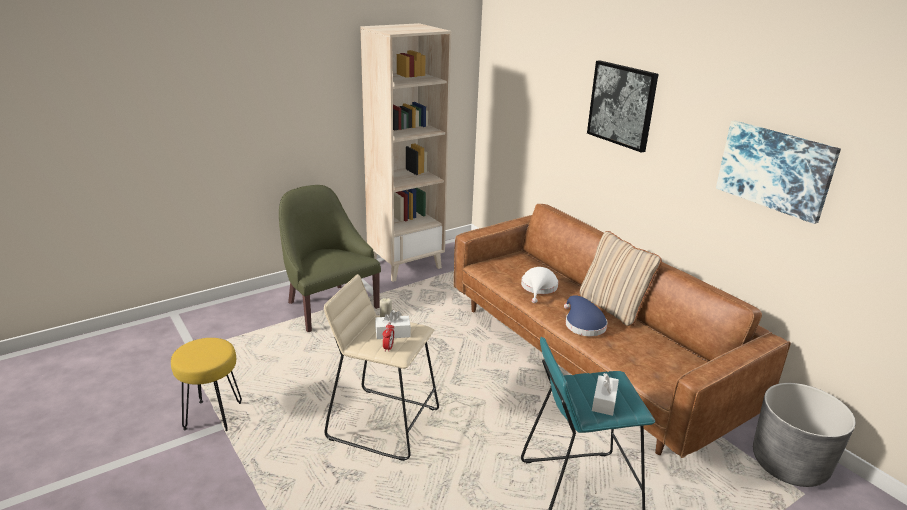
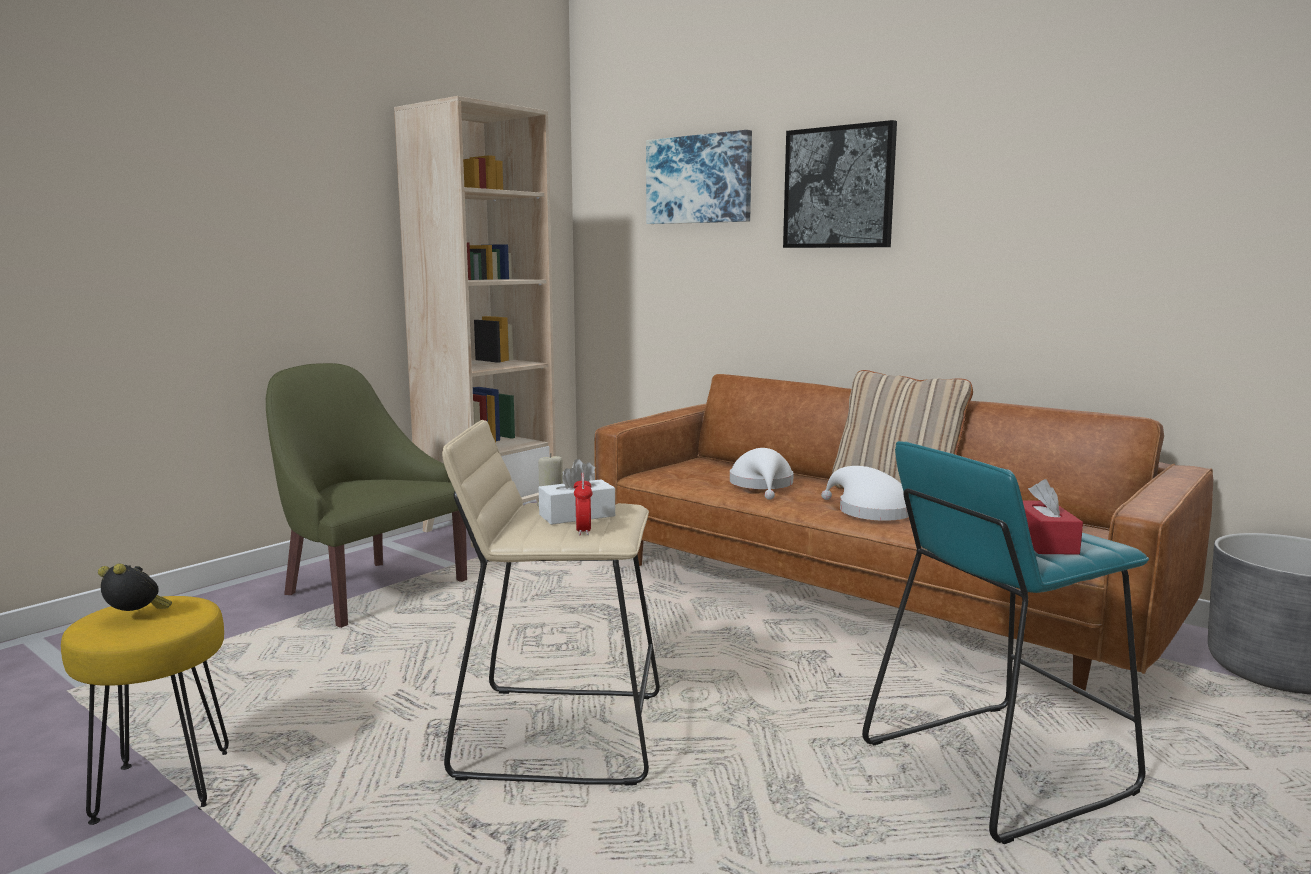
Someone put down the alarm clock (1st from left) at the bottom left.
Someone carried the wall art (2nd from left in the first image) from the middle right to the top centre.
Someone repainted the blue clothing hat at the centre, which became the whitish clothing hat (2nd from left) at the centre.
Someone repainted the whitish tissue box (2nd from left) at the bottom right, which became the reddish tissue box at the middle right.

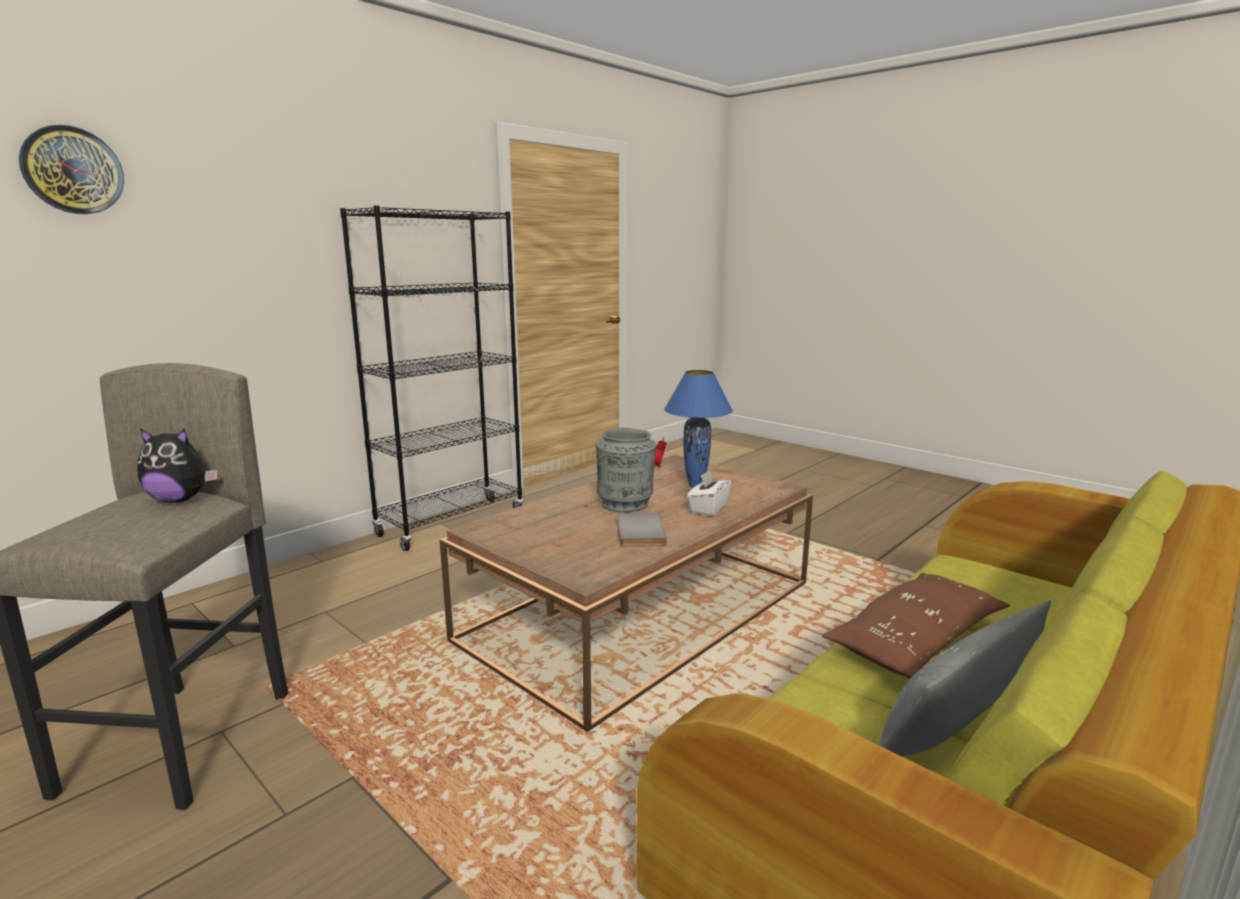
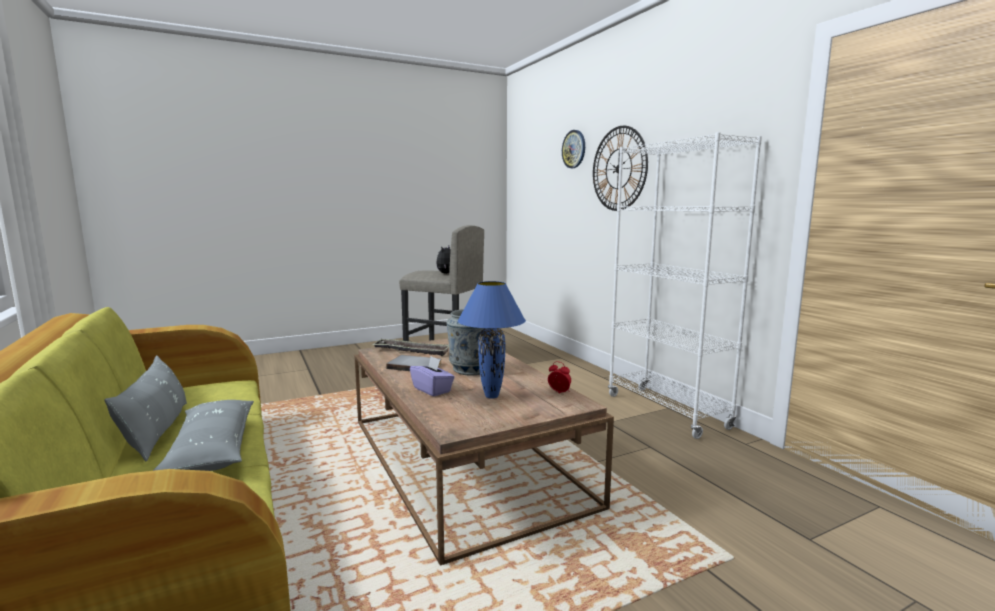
Someone put down the carrying tray at the centre.
Someone put up the hanging clock (2nd from left) at the top centre.
Someone repainted the blackish shelving unit at the centre, which became the whitish shelving unit at the middle right.
Someone repainted the whitish tissue box at the centre, which became the purple tissue box at the centre.
Someone repainted the brown-coloured throw pillow at the bottom right, which became the grey throw pillow (2nd from left) at the bottom left.

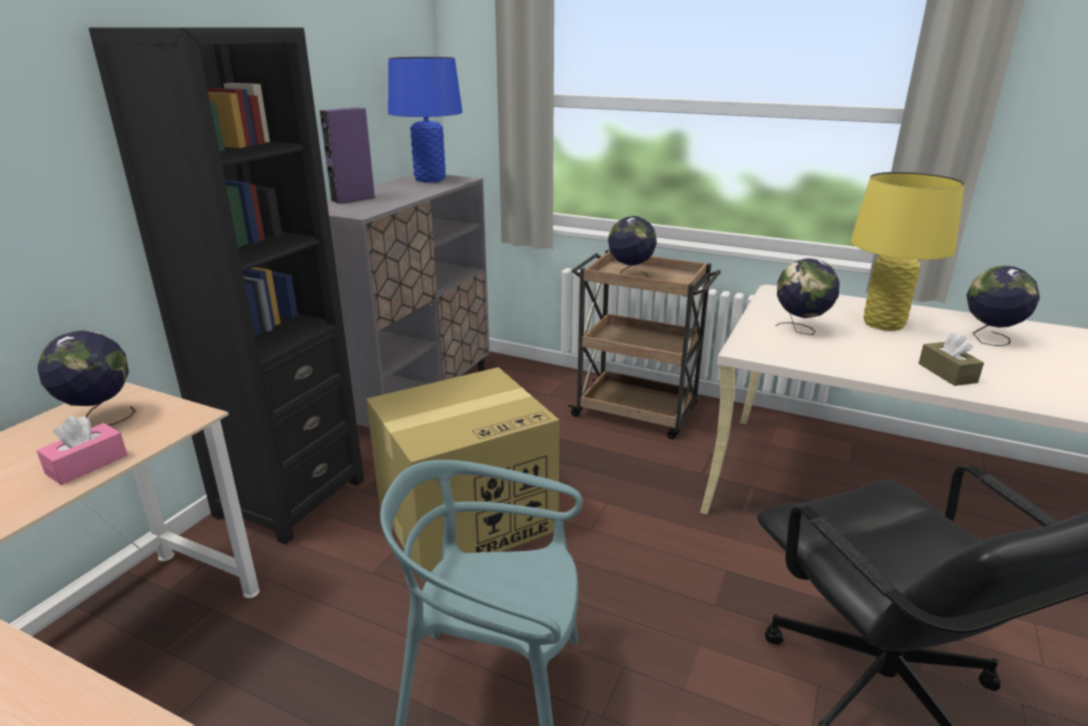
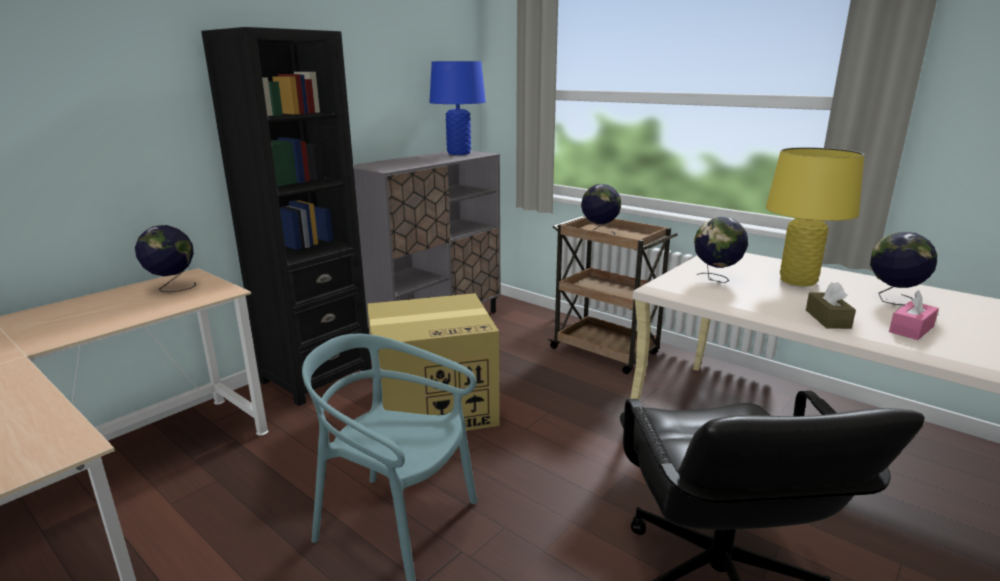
Someone took away the purple speaker at the top left.
Someone carried the pink-coloured tissue box from the middle left to the middle right.

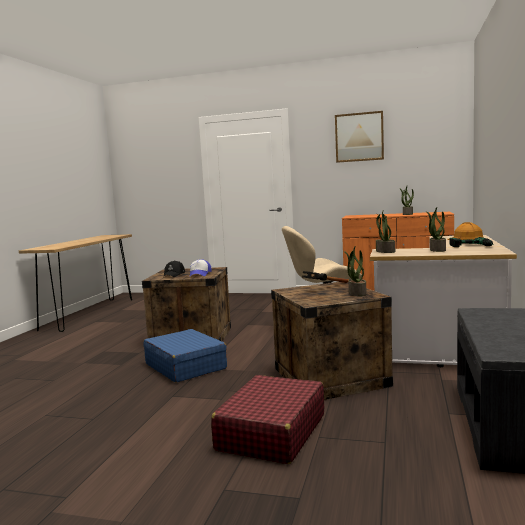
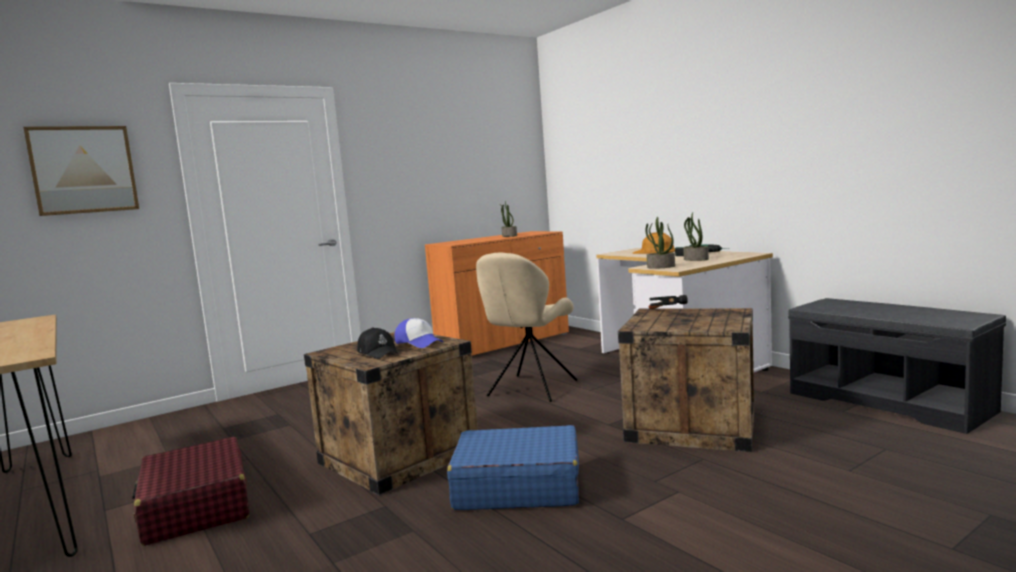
Someone took away the plant in a pot (1st from left) at the middle right.
Someone carried the reddish piece of luggage from the bottom centre to the bottom left.
Someone carried the wall art from the top right to the top left.

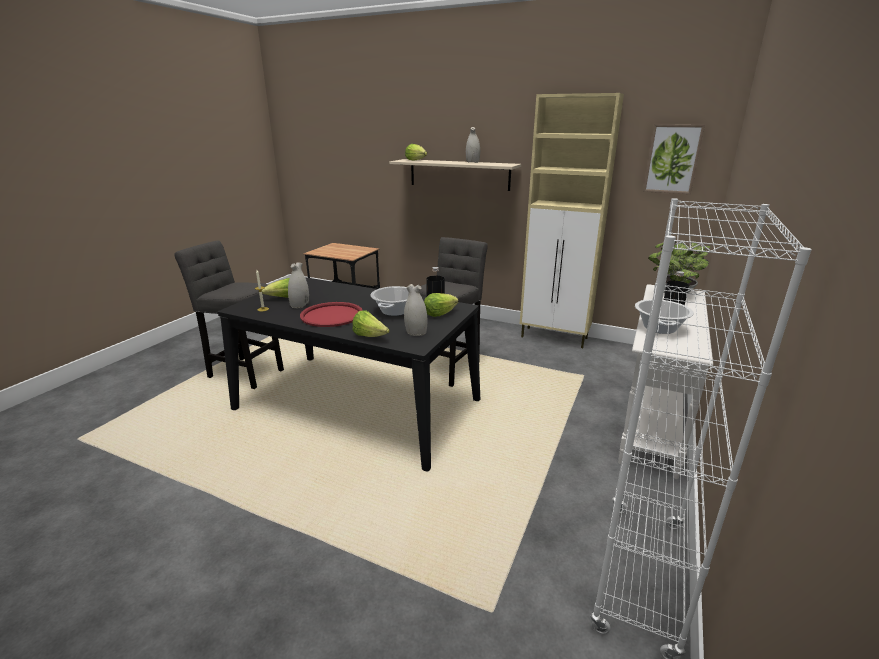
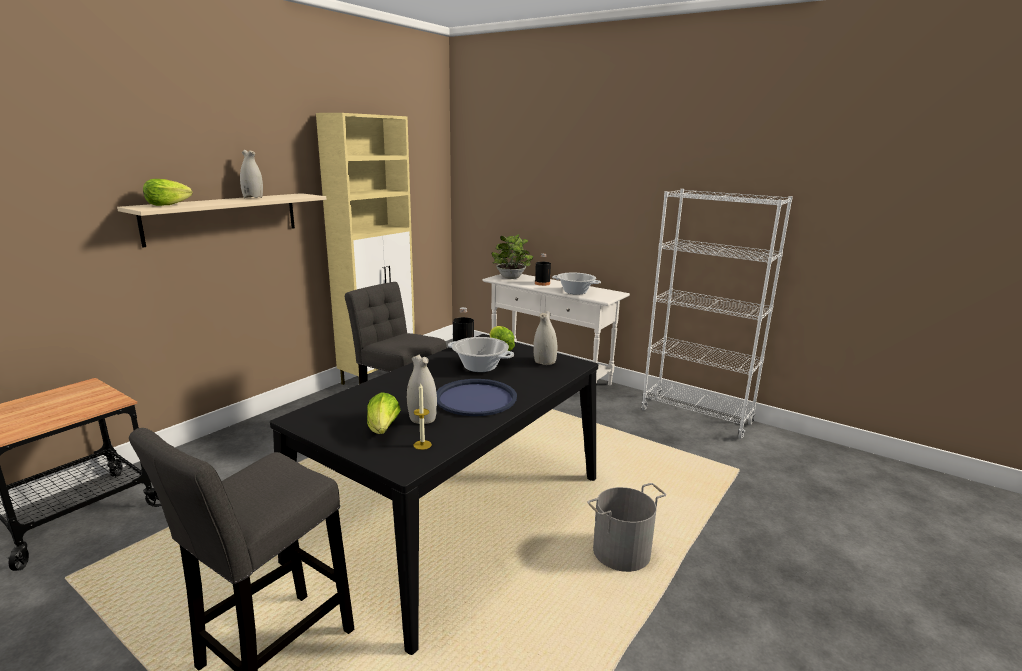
Someone took away the lettuce head (2nd from left) at the centre.
Someone took away the wall art at the top right.
Someone put down the grey pail at the bottom centre.
Someone repainted the reddish carrying tray at the centre, which became the blue carrying tray at the centre.

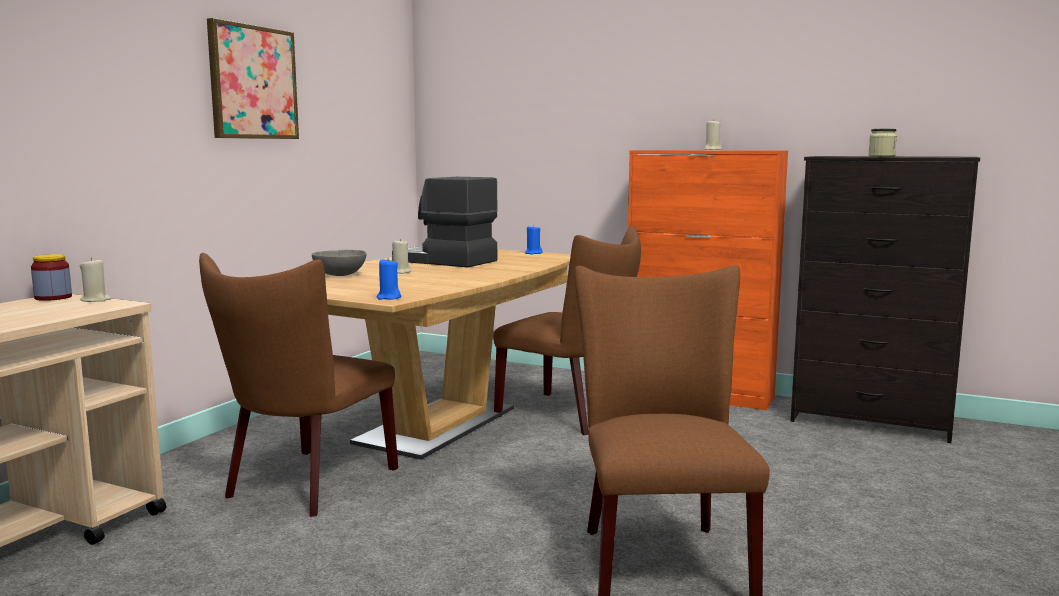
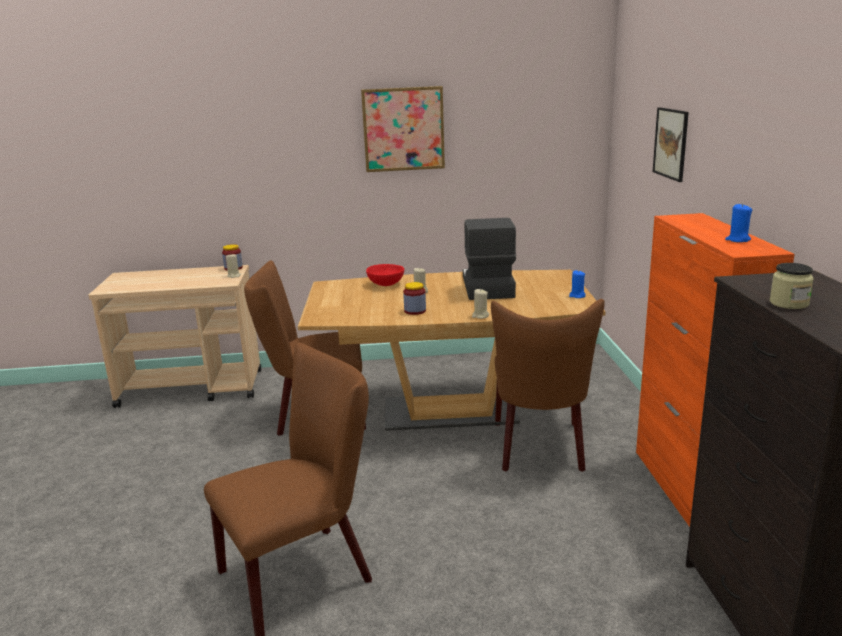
Someone put down the jar (2nd from left) at the centre.
Someone put up the wall art (2nd from left) at the top right.
Someone carried the blue candle (1st from left in the first image) from the centre to the middle right.
Someone carried the beige-coloured candle (3rd from left) from the top right to the centre.
Someone repainted the grey serving bowl at the middle left, which became the reddish serving bowl at the centre.

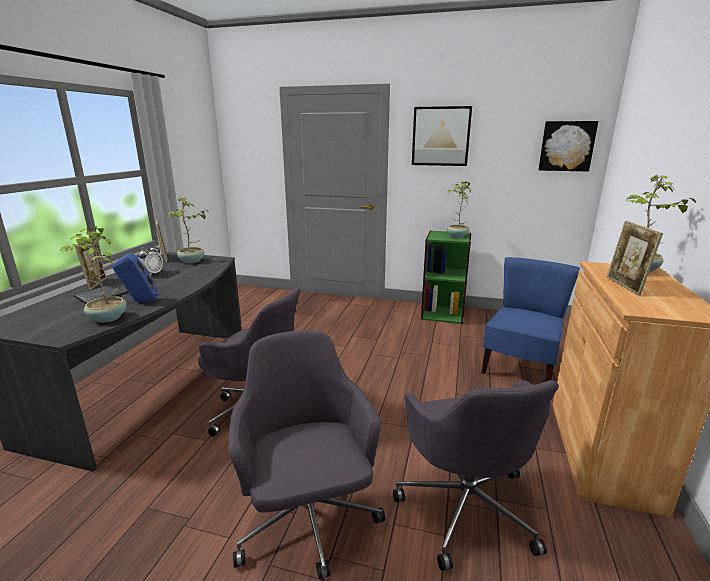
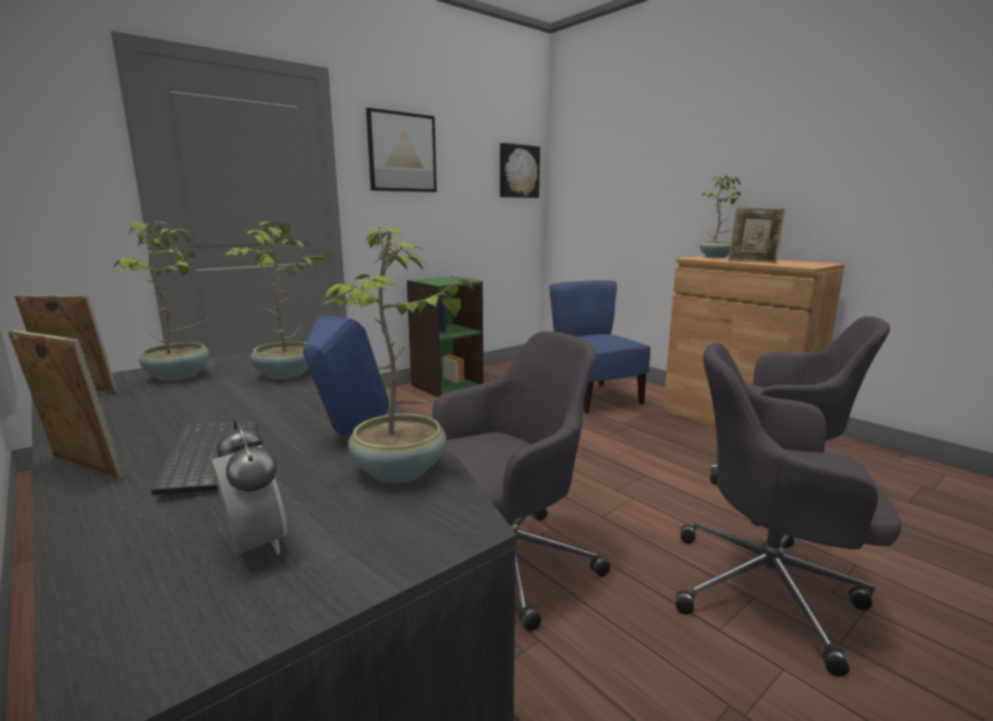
Someone carried the alarm clock from the middle left to the bottom left.
Someone carried the plant in a pot (3rd from left in the first image) from the centre to the middle left.

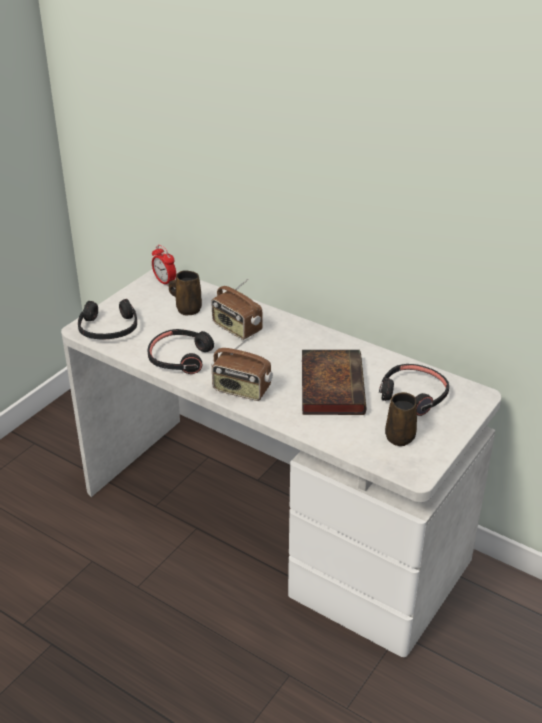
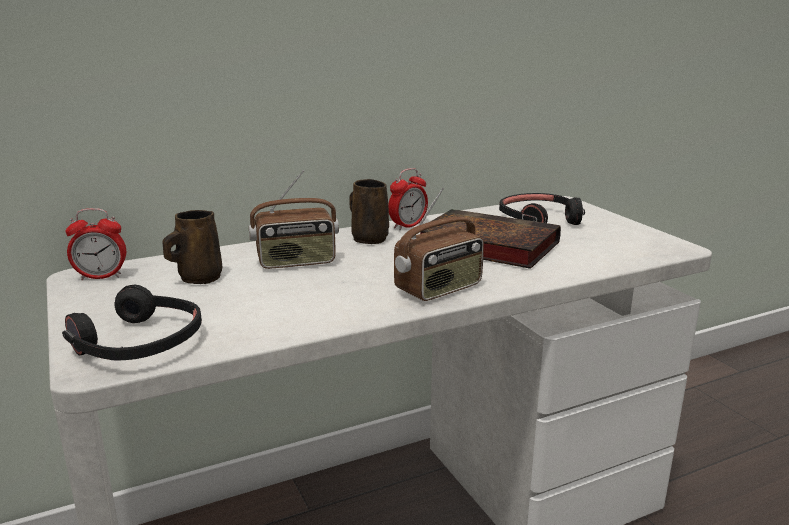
Someone took away the blackish pair of headphones (2nd from left) at the centre.
Someone put down the alarm clock (2nd from left) at the centre.
Someone carried the brown-coloured coffee mug (2nd from left) from the middle right to the centre.

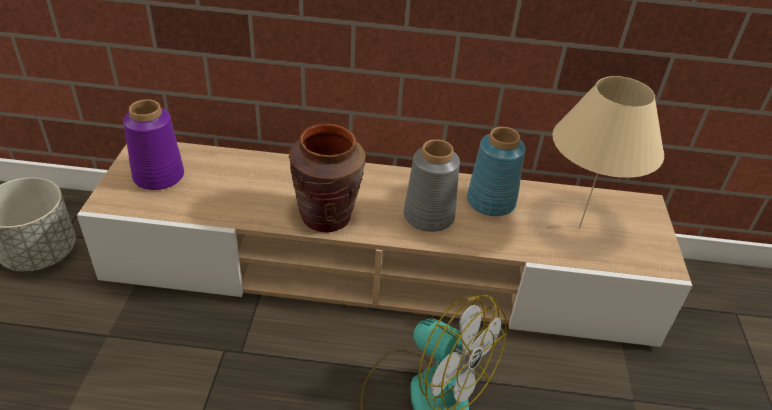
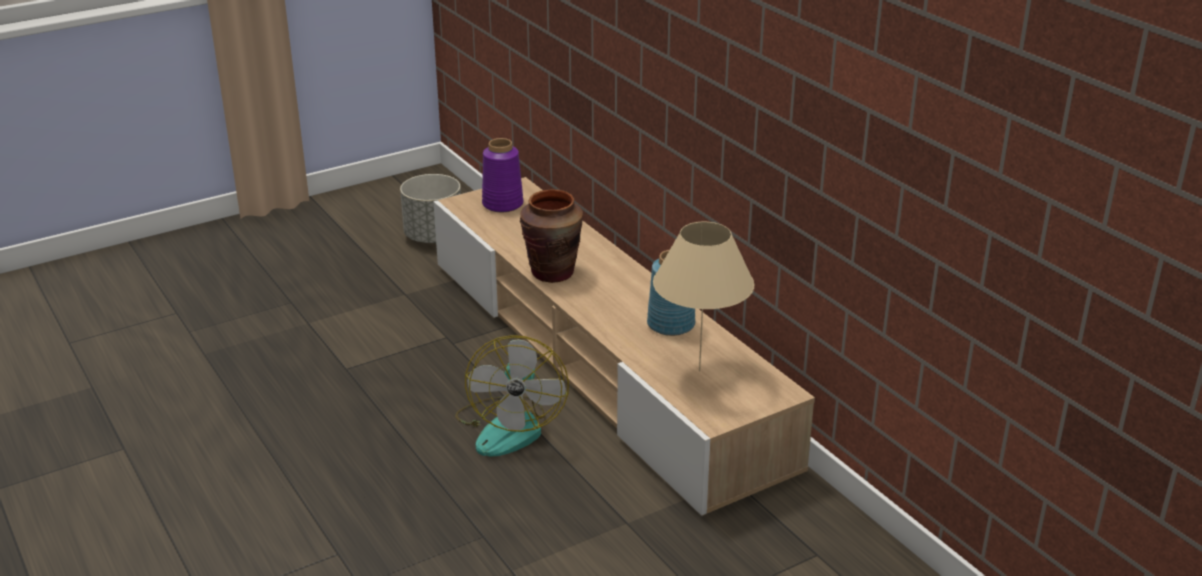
Someone took away the grey vase at the centre.

